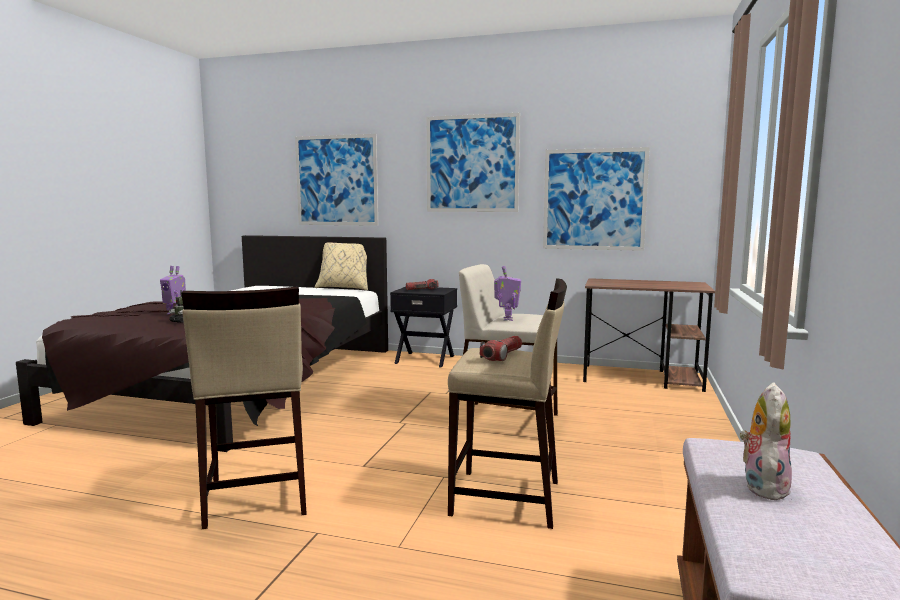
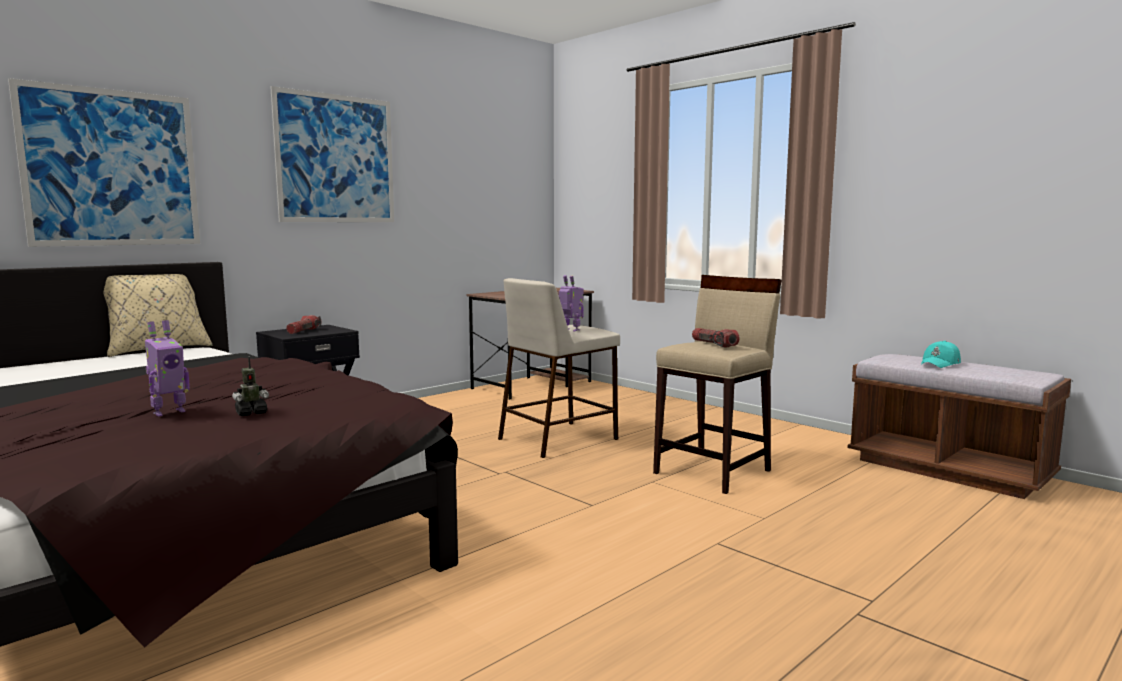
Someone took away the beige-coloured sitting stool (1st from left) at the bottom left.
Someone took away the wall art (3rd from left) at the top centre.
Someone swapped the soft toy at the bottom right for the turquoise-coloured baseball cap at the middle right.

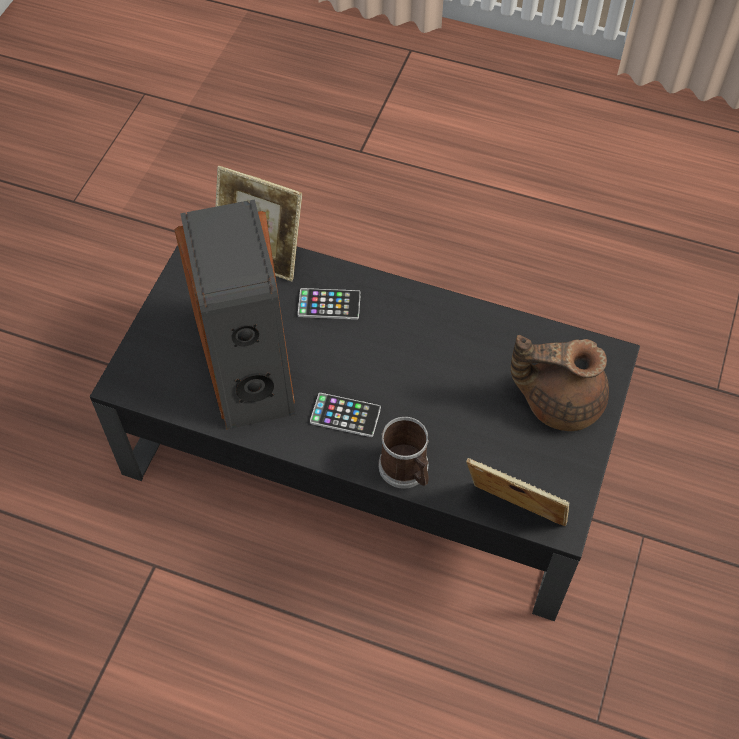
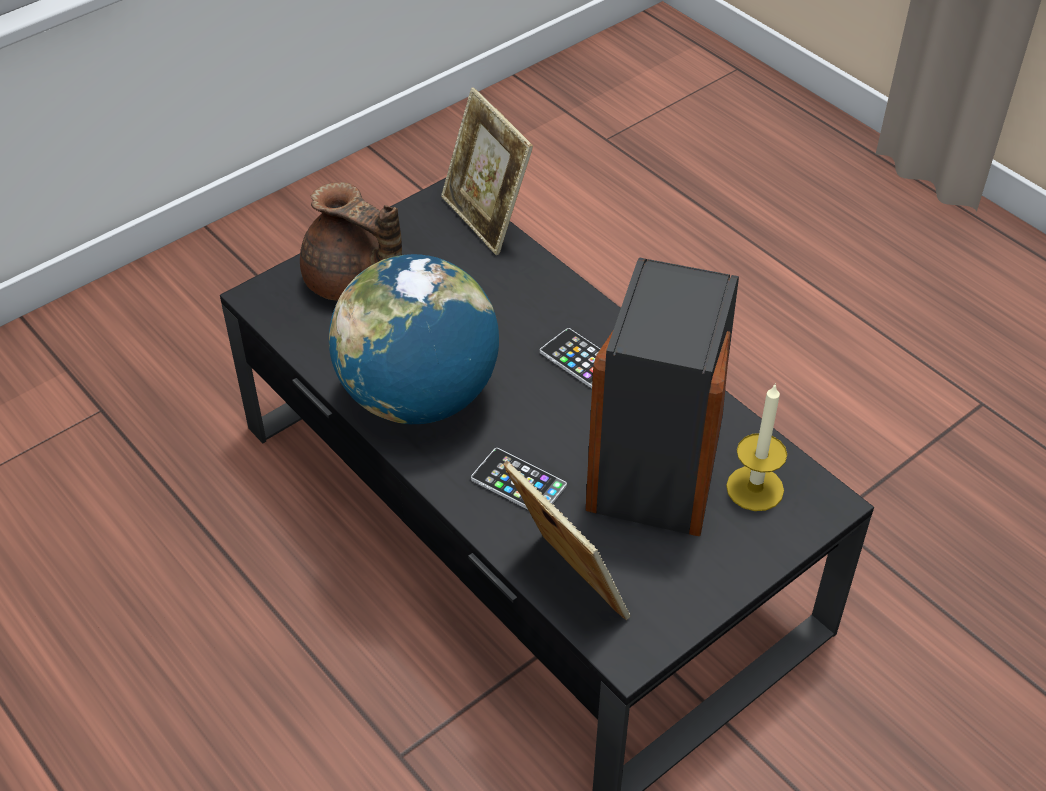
Someone took away the coffee mug at the centre.
Someone put down the desk globe at the centre.
Someone put down the candle at the middle right.

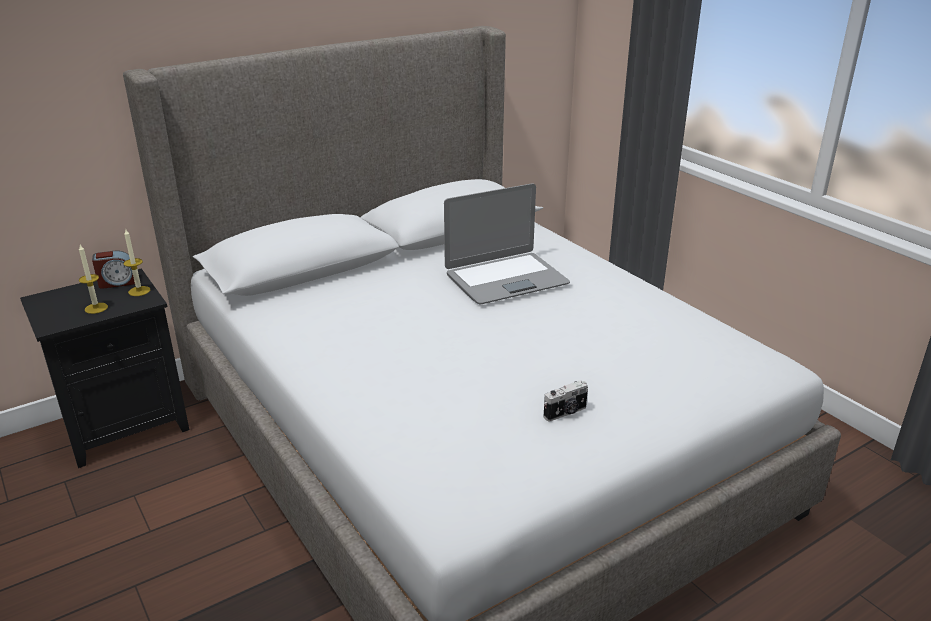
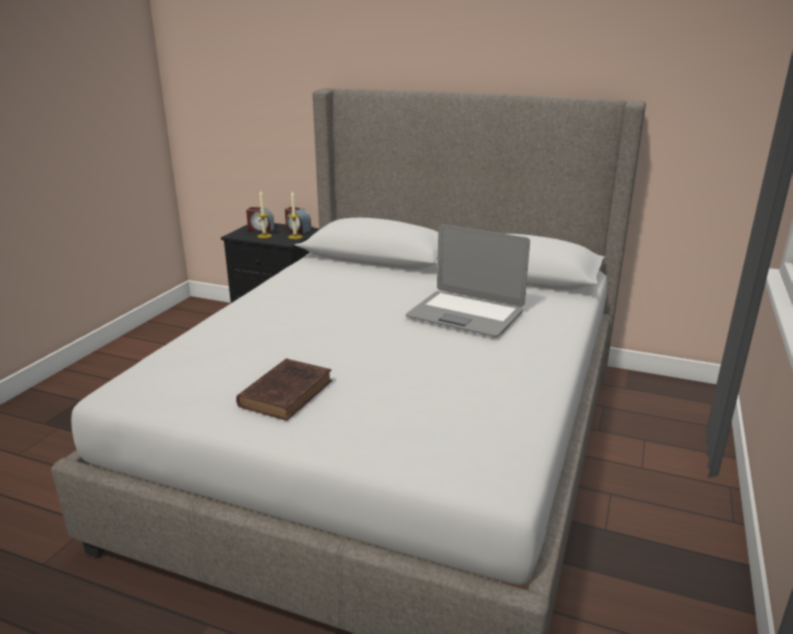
Someone put down the alarm clock (1st from left) at the middle left.
Someone swapped the photo camera at the centre for the brown-coloured bound book at the centre.

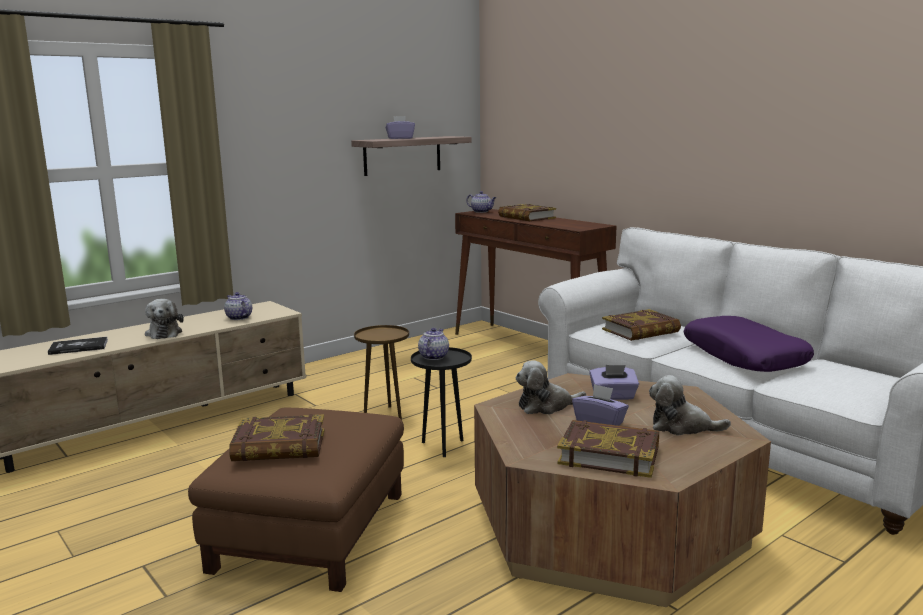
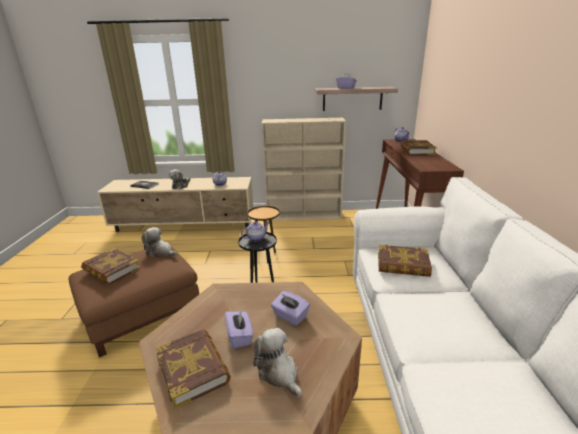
Someone took away the purple throw pillow at the middle right.
Someone put down the beige-coloured shelving unit at the centre.
Someone carried the soft toy (2nd from left in the first image) from the centre to the middle left.

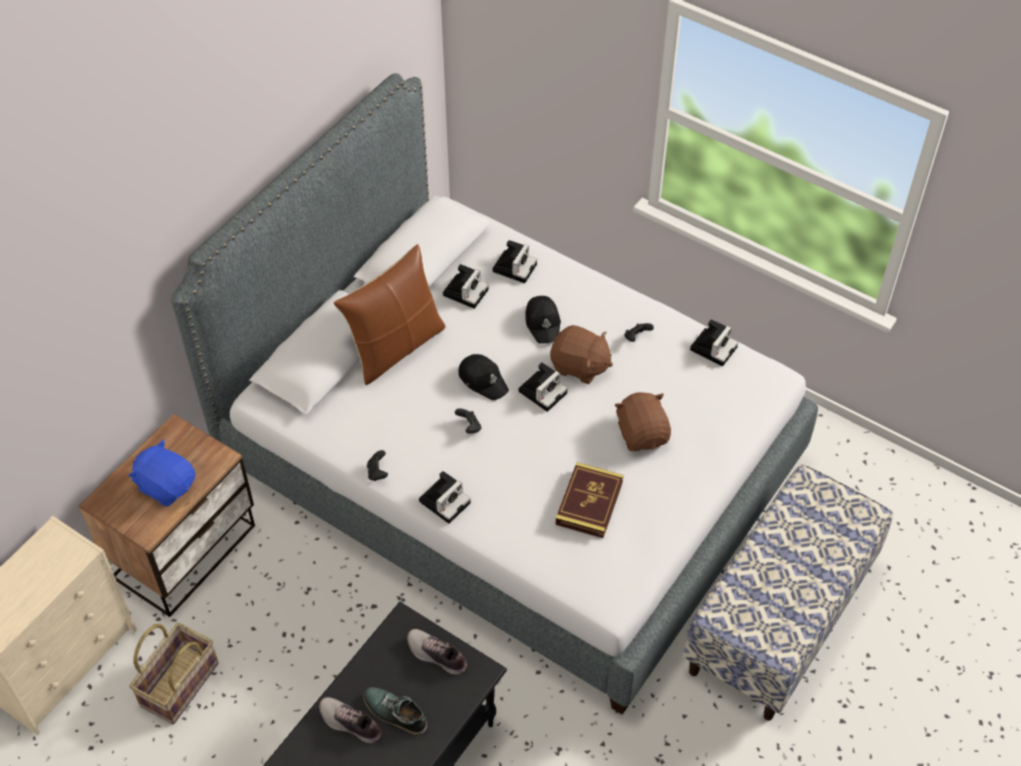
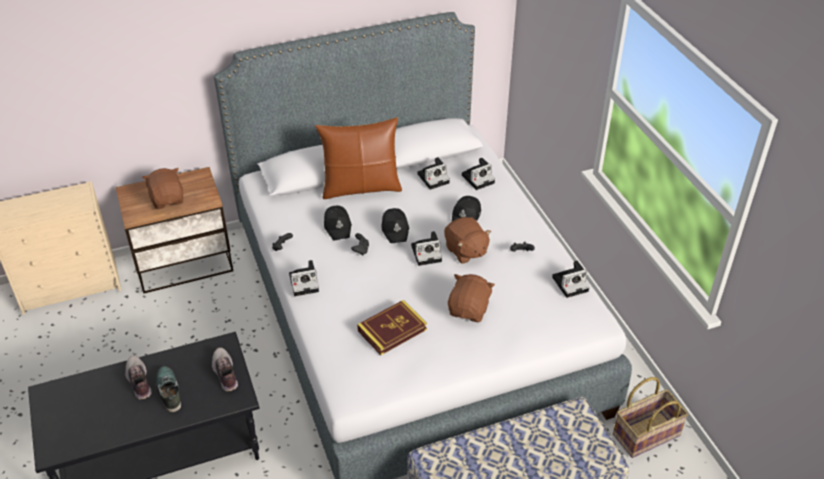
Someone put down the blackish baseball cap (1st from left) at the centre.
Someone carried the basket from the bottom left to the bottom right.
Someone repainted the blue soft toy at the middle left, which became the brown-coloured soft toy (1st from left) at the middle left.

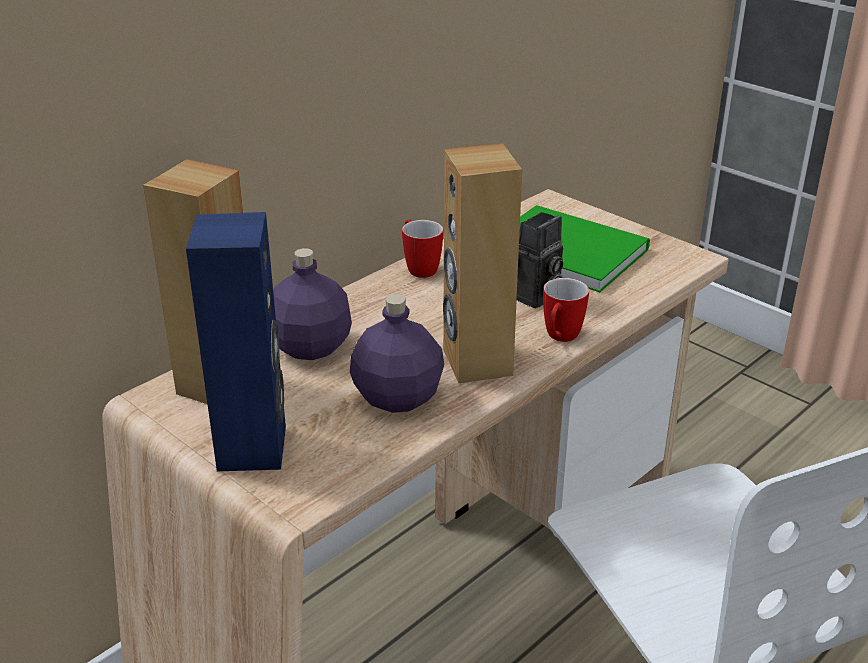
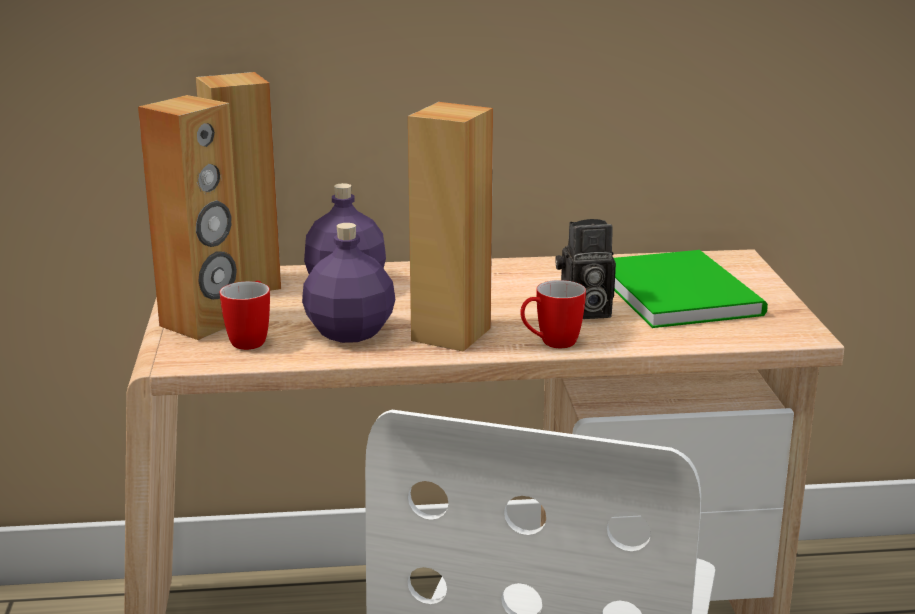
Someone carried the coffee mug (1st from left) from the centre to the middle left.
Someone repainted the blue speaker at the middle left, which became the brown-coloured speaker (1st from left) at the middle left.

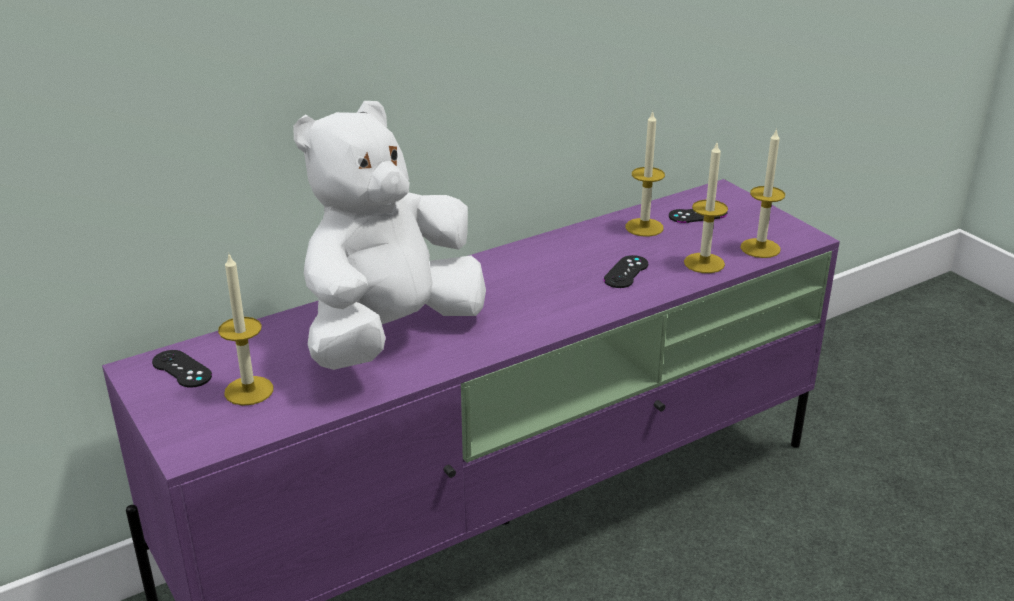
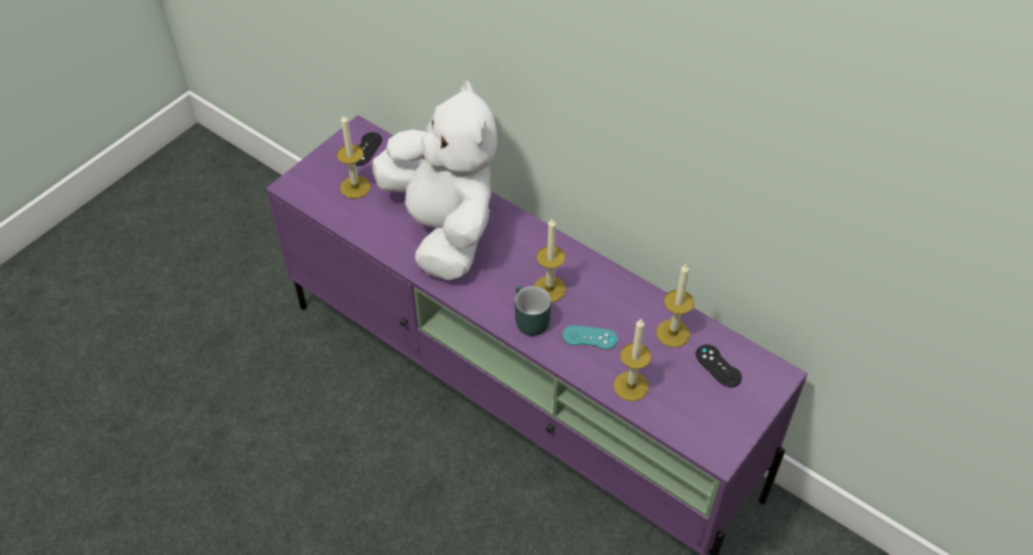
Someone put down the turquoise-coloured coffee mug at the centre.
Someone carried the candle (4th from left in the first image) from the top right to the centre.
Someone repainted the blackish joypad (2nd from left) at the centre, which became the turquoise-coloured joypad at the centre.
Someone rotated the whitish soft toy at the centre by 45 degrees clockwise.

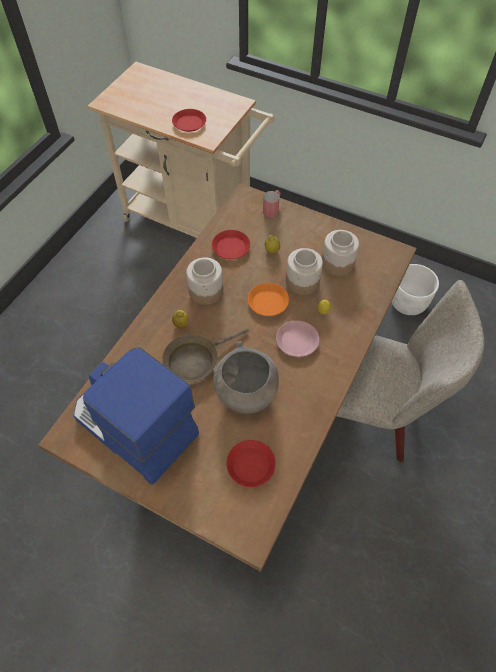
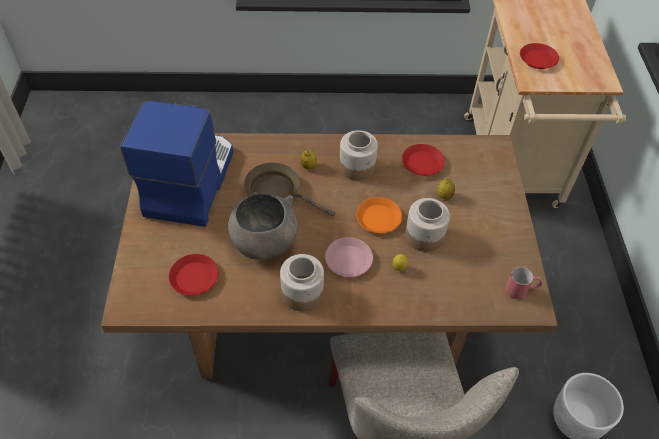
Someone carried the reddish coffee mug from the top centre to the middle right.
Someone carried the jar (3rd from left in the first image) from the middle right to the centre.

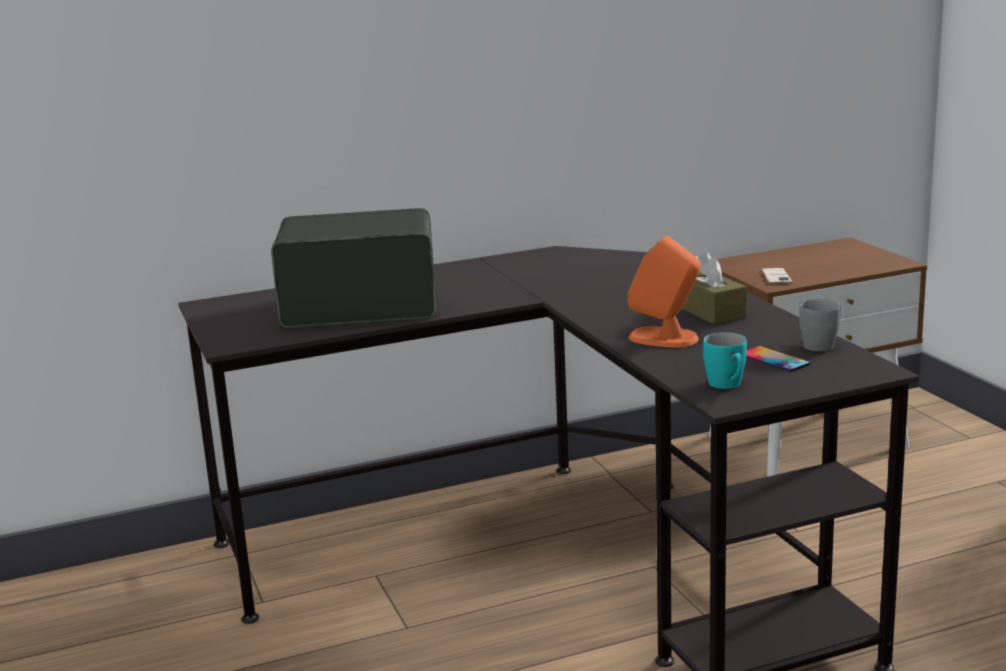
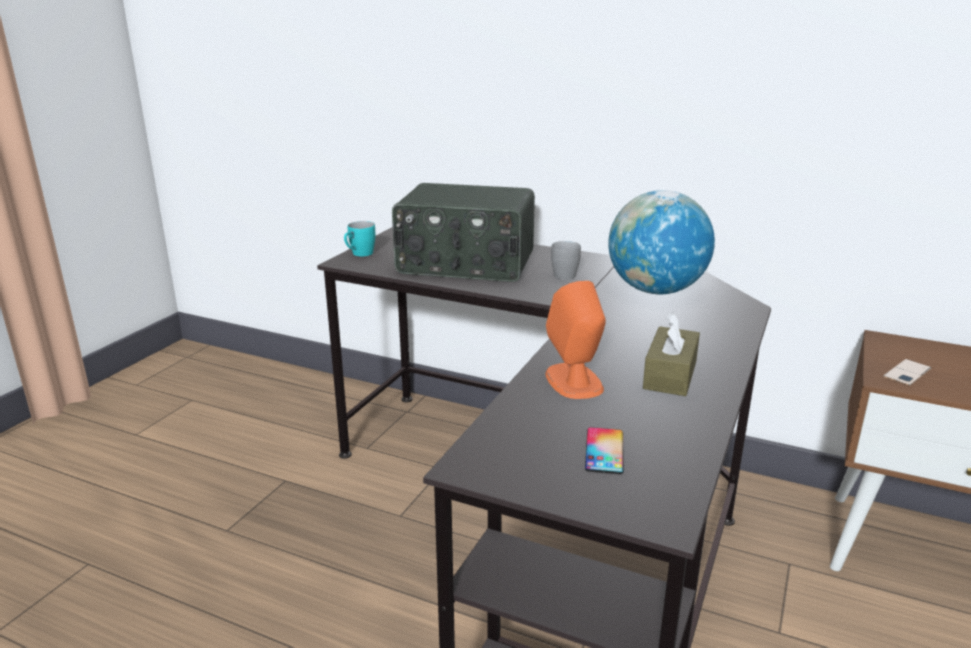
Someone put down the desk globe at the middle right.
Someone carried the turquoise-coloured coffee mug from the middle right to the centre.
Someone carried the grey coffee mug from the middle right to the centre.
Someone rotated the radio at the centre by 150 degrees clockwise.

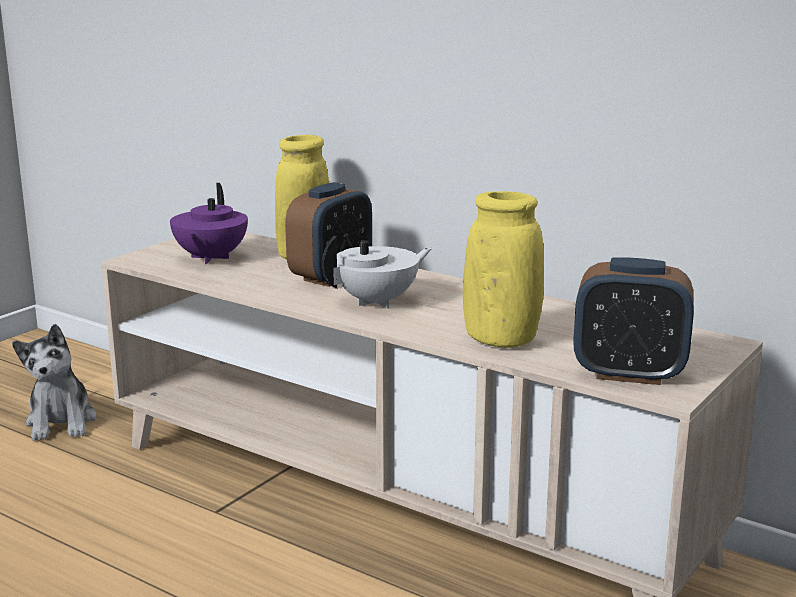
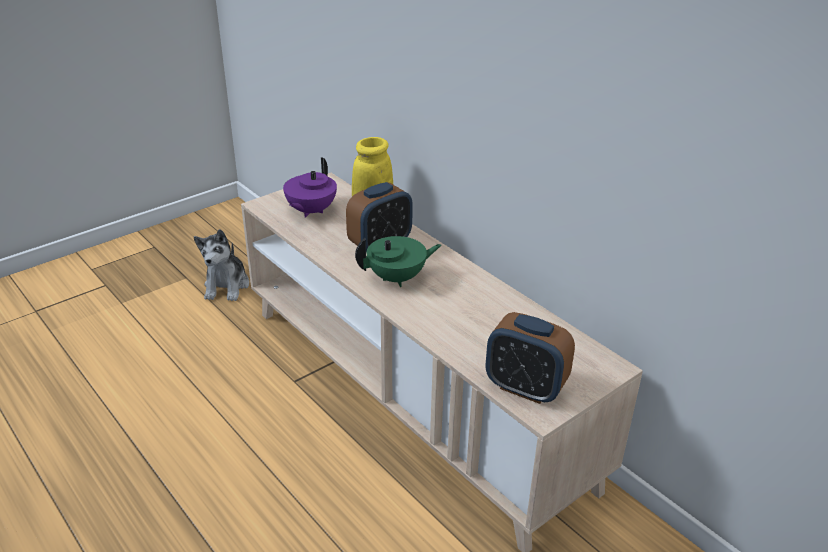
Someone took away the yellow-coloured vase (2nd from left) at the centre.
Someone repainted the whitish pot for tea at the centre, which became the greenish pot for tea at the centre.

